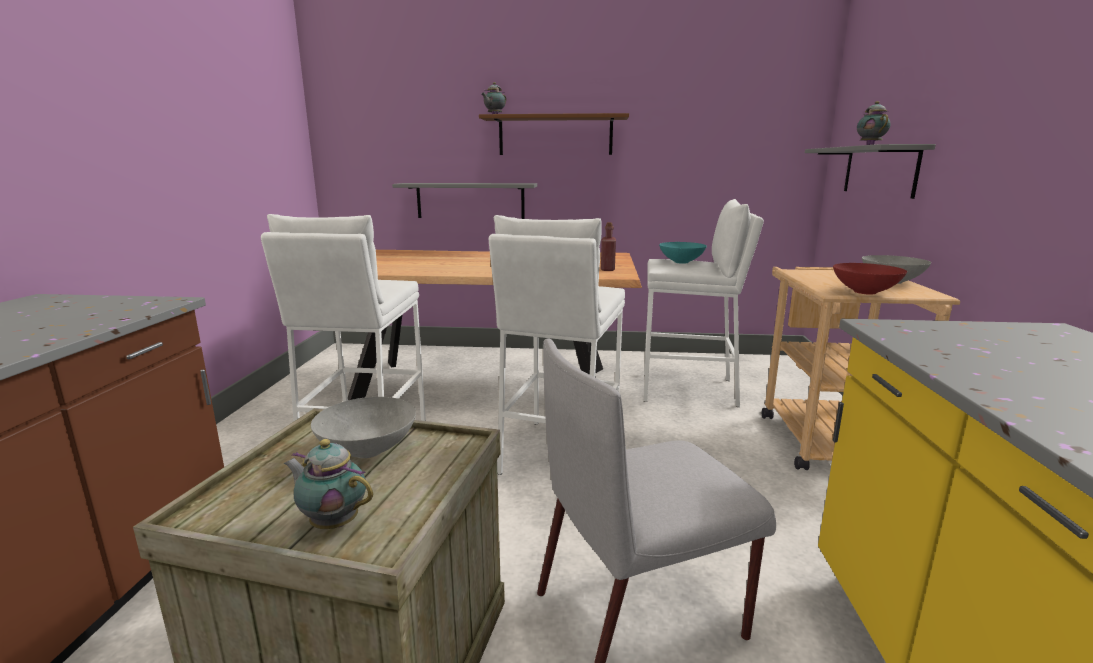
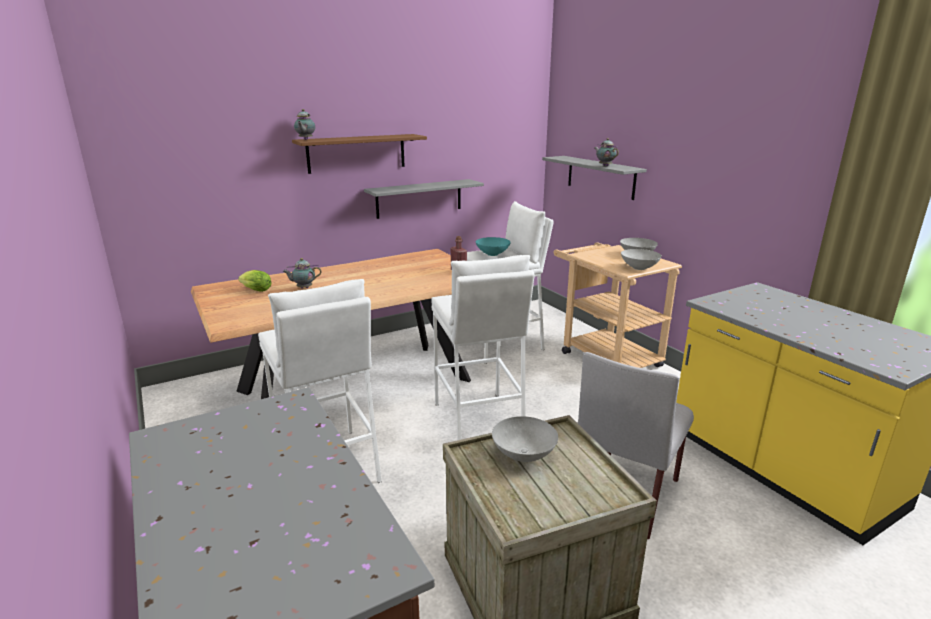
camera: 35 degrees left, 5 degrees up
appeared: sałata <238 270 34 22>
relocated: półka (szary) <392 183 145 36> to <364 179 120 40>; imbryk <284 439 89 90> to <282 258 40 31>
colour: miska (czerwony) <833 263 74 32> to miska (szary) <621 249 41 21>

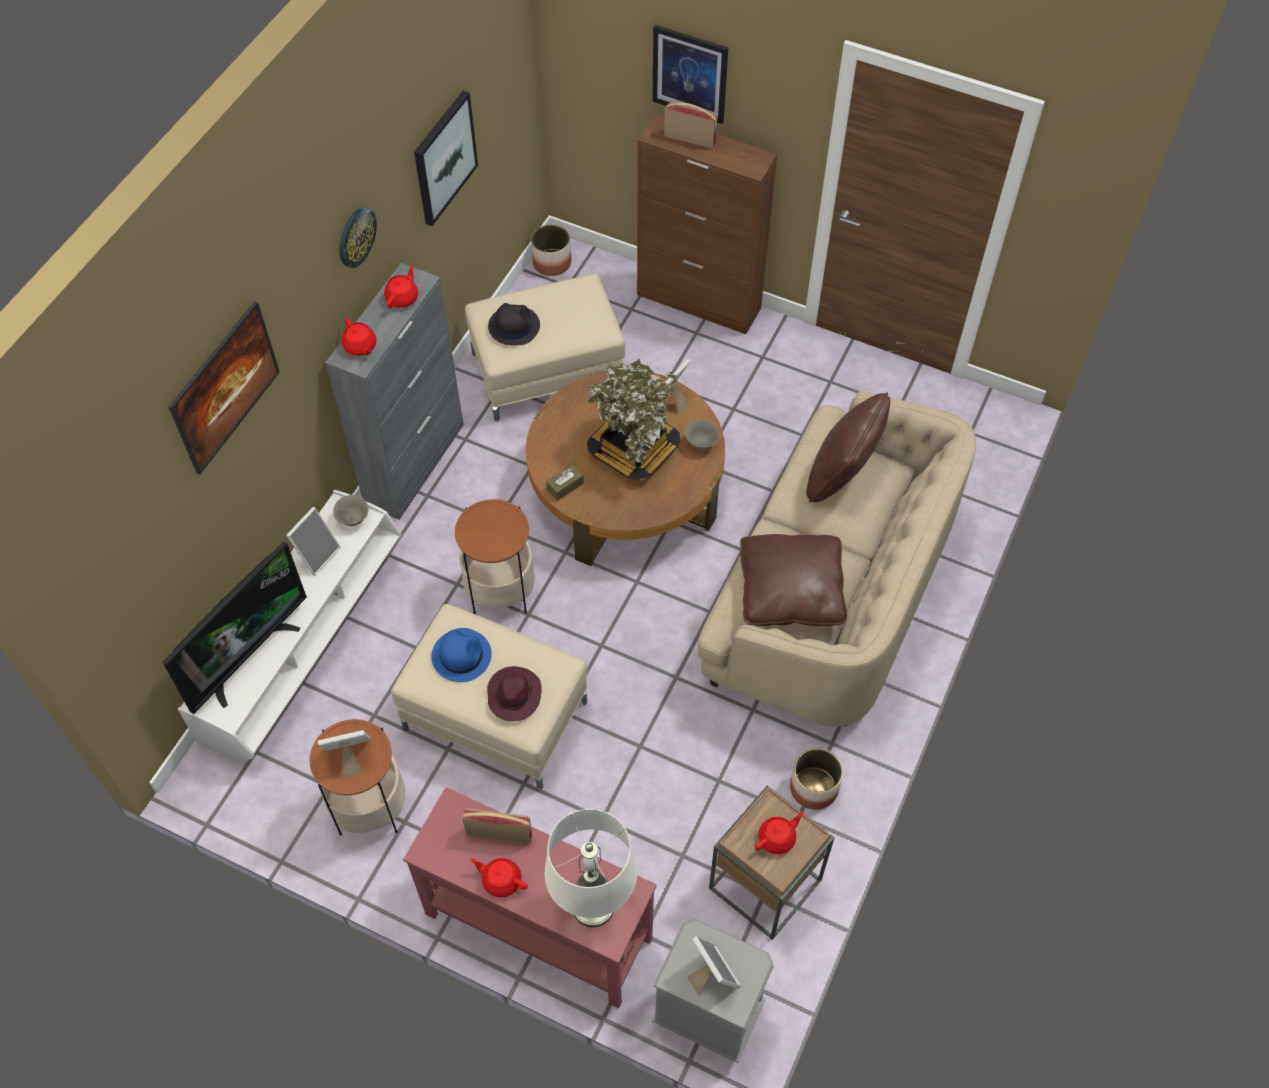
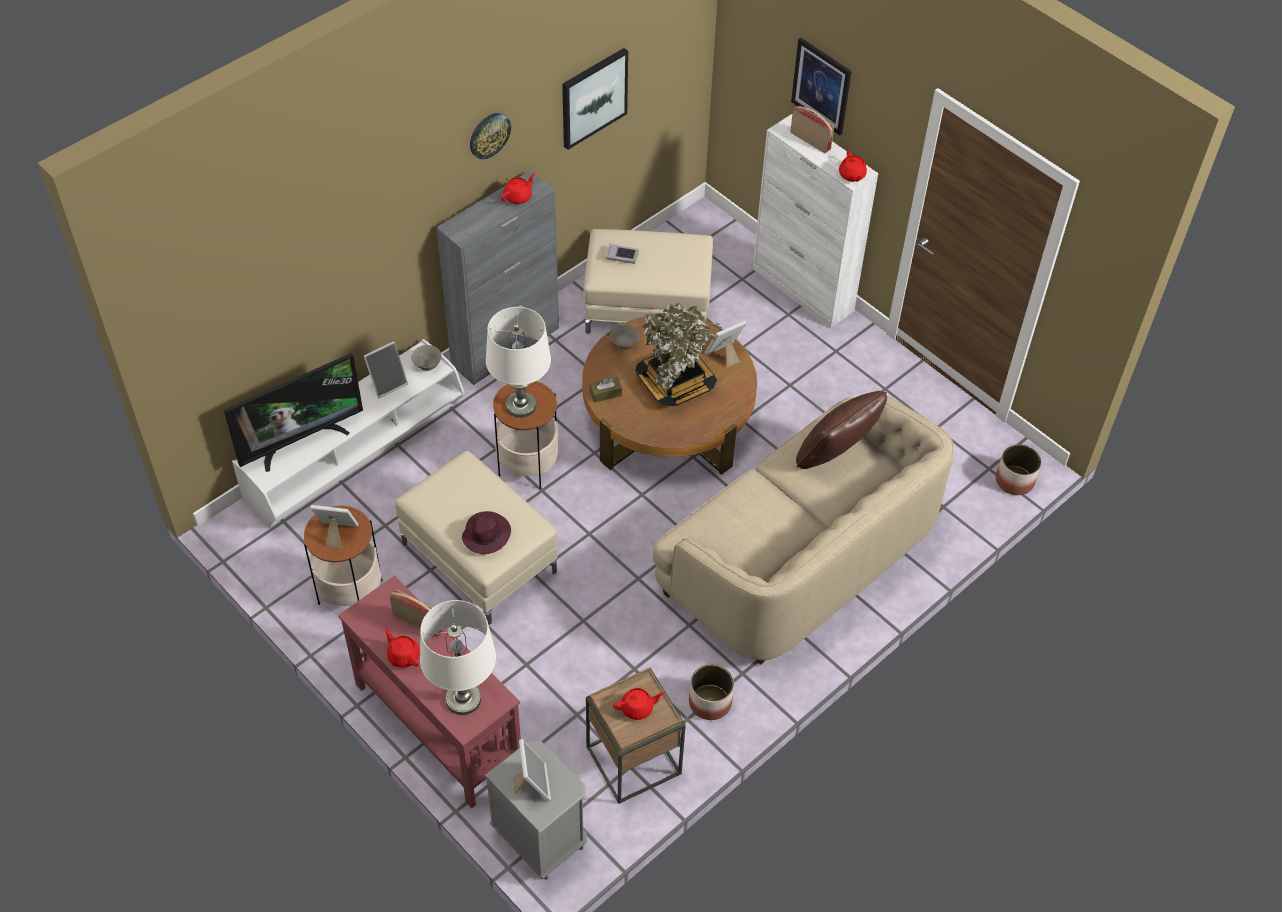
camera: 20 degrees right, 5 degrees down
missing: obraz <169 301 111 174>; poduszka (brązowy) <740 534 107 92>; kapelusz (niebieski) <431 628 61 54>
appeared: lampa stołowa (biały) <486 307 65 111>
relocated: donica <531 225 40 51> to <996 444 45 51>; imbryk (czerwony) <342 318 34 38> to <839 151 28 31>; miska (szary) <685 420 34 30> to <610 325 30 25>
exchanged: kapelusz (czarny) <488 303 52 42> to książka <606 243 33 21>
colour: szafka (brązowy) <637 114 140 220> to szafka (biały) <753 114 125 214>

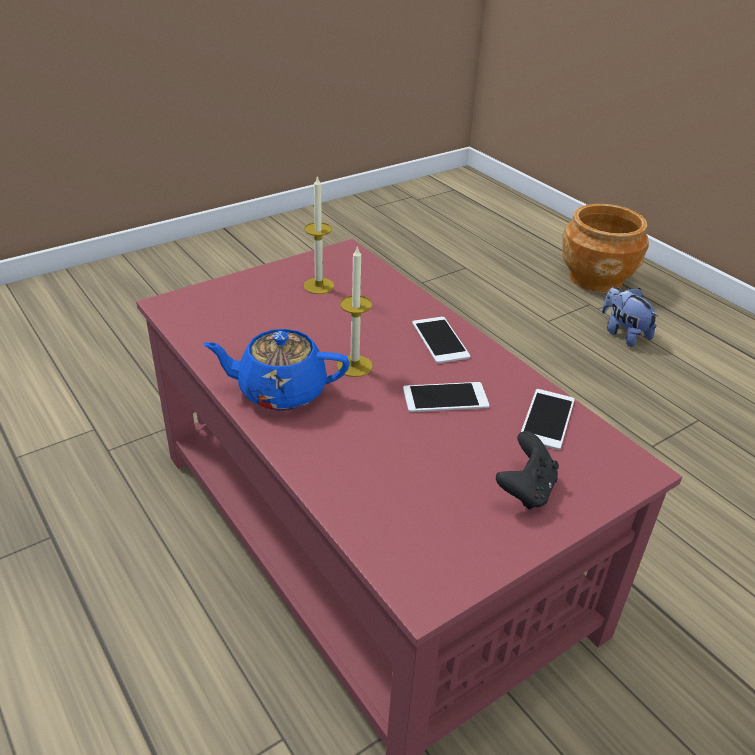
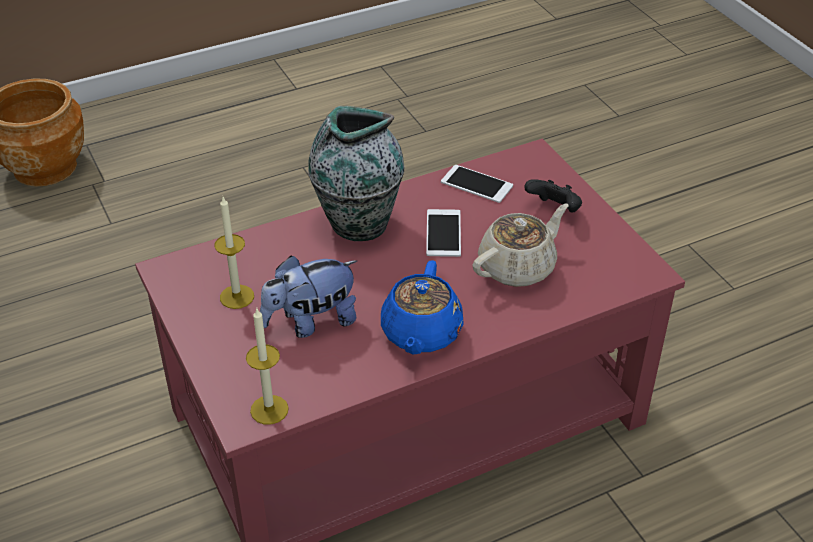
camera: 80 degrees left, 5 degrees up
appeared: imbryk (beżowy) <472 204 96 83>
relocated: świeca <337 245 36 132> to <246 309 43 116>; pluszak <602 287 57 60> to <260 255 97 83>
exchanged: telefon <412 317 58 46> to wazon <308 106 96 135>

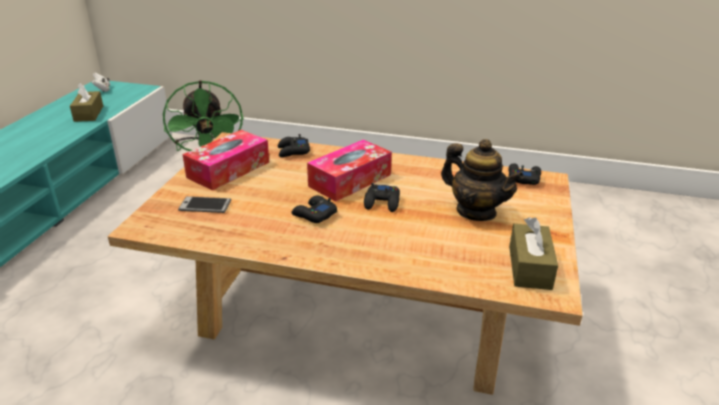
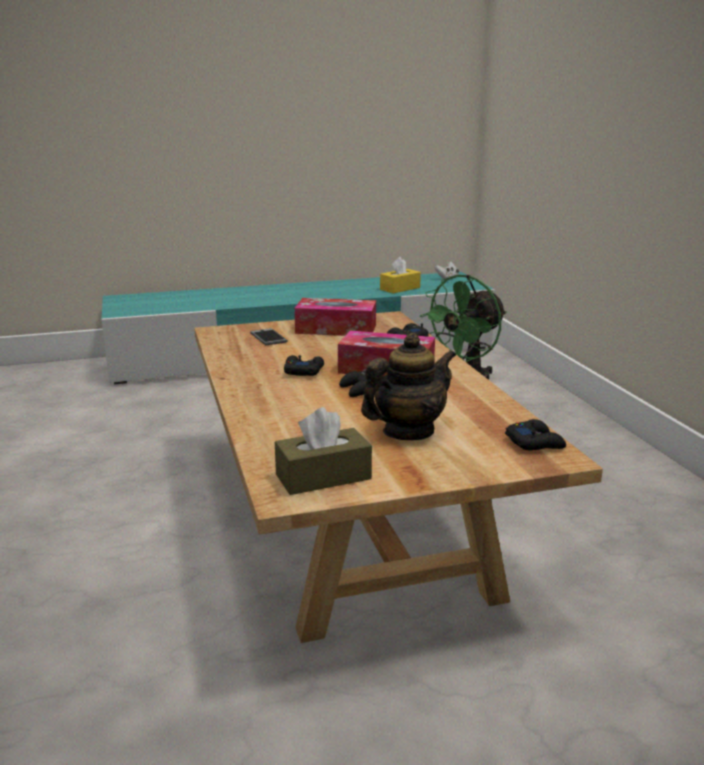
camera: 60 degrees right, 10 degrees down
colour: pudełko chusteczek (brązowy) <70 83 33 39> to pudełko chusteczek (żółty) <380 257 41 36>
spun: imbryk <441 139 83 82> = <361 333 95 107> 135 degrees counterclockwise

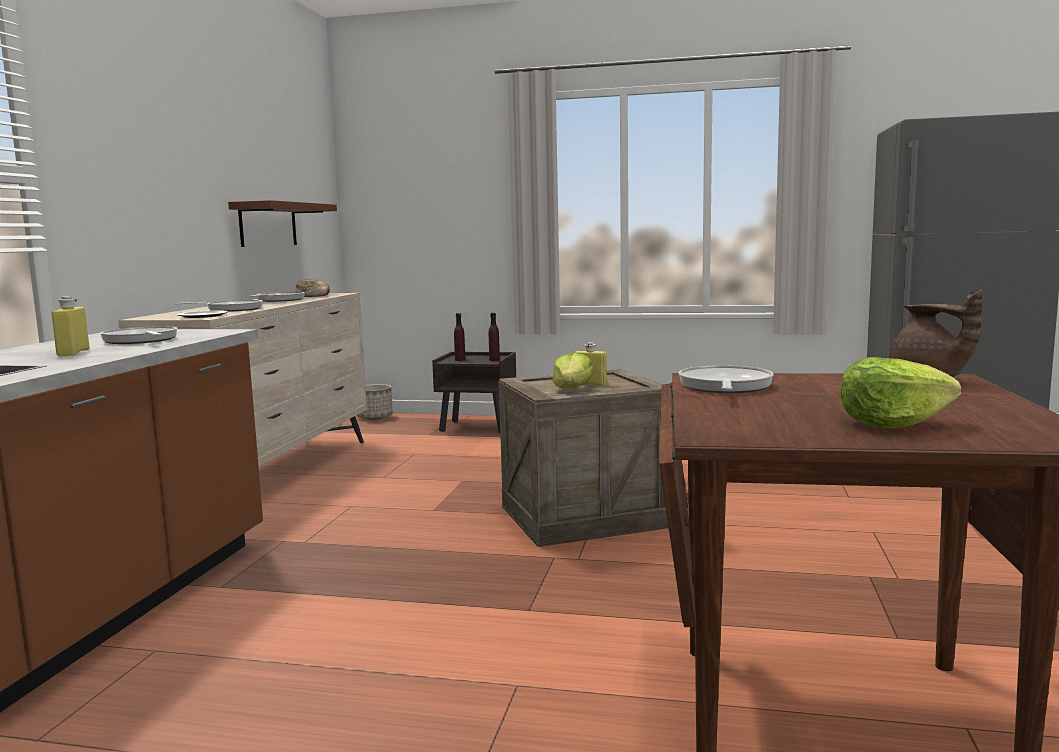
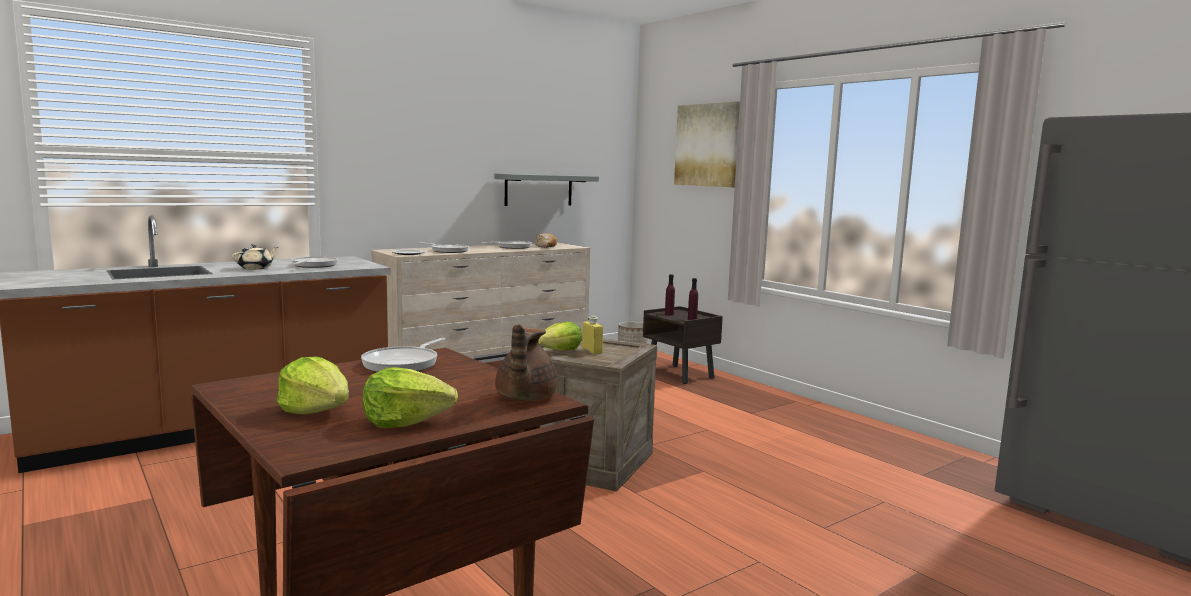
camera: 40 degrees right, 0 degrees up
appeared: obraz <674 101 66 86>; sałata <363 367 95 61>
exchanged: butelka (żółty) <51 296 39 60> to imbryk (beżowy) <232 244 46 25>
colour: półka (brązowy) <228 200 109 47> to półka (szary) <494 174 105 32>
spun: patelnia <678 365 96 28> = <361 338 85 34> 150 degrees clockwise

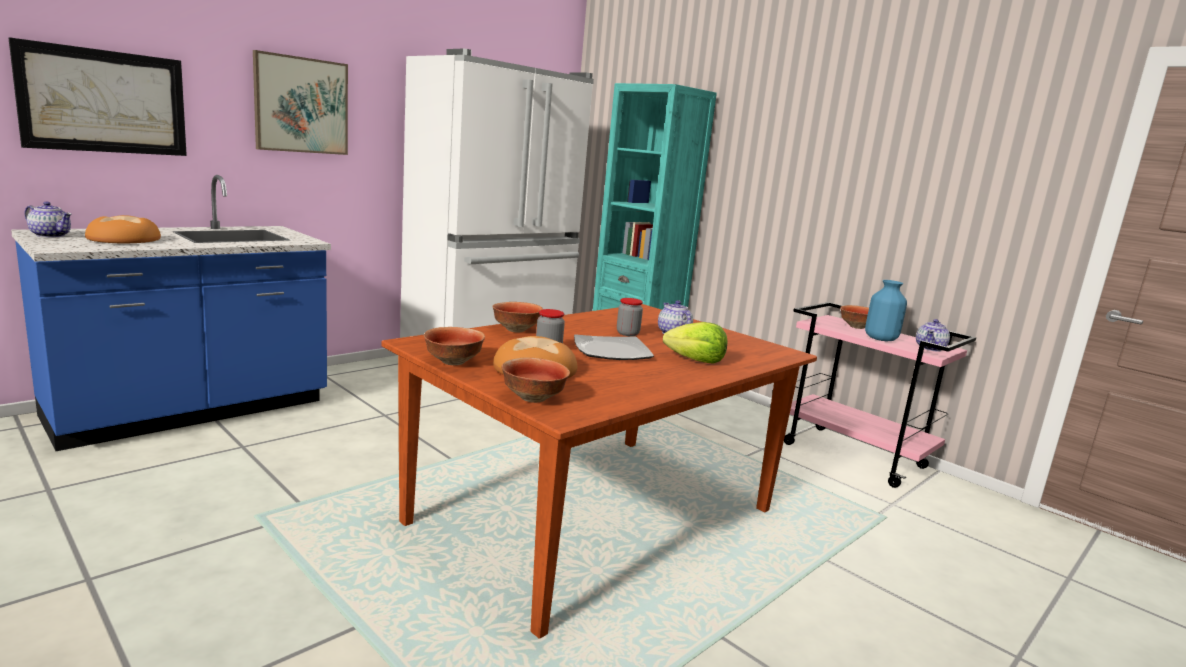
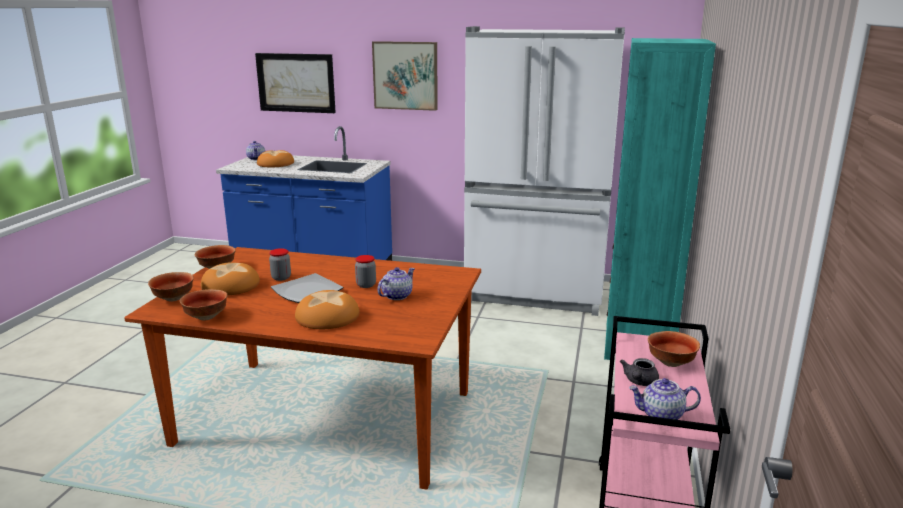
camera: 60 degrees right, 5 degrees up
relocated: miska <492 302 51 30> to <180 289 48 31>
exchanged: wazon (niebieski) <865 280 42 61> to imbryk (szary) <620 358 39 28>; sałata <663 322 64 42> to chleb <295 290 65 39>

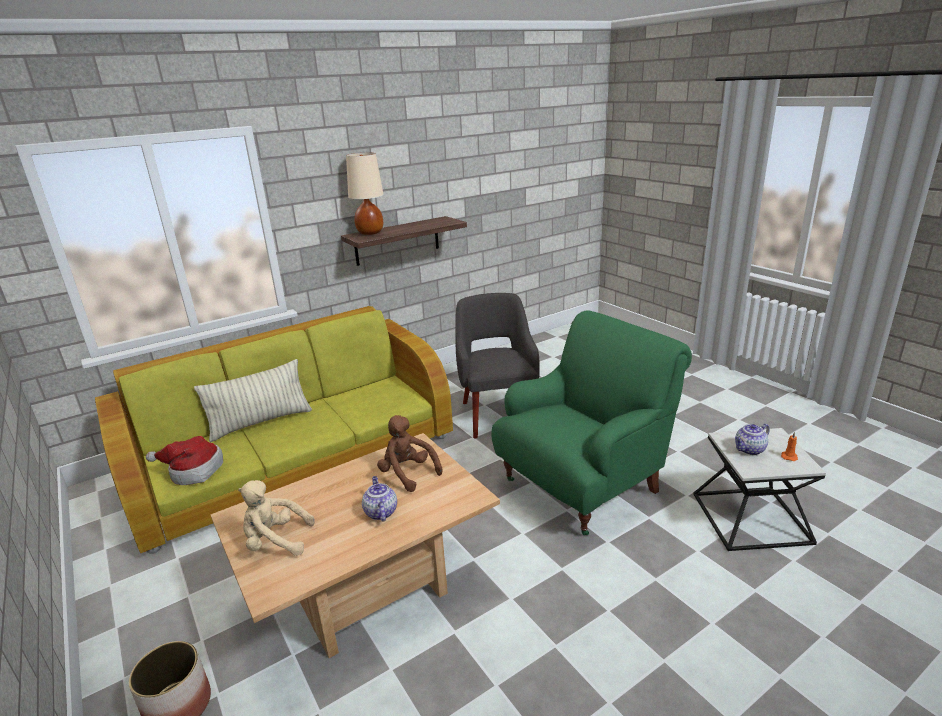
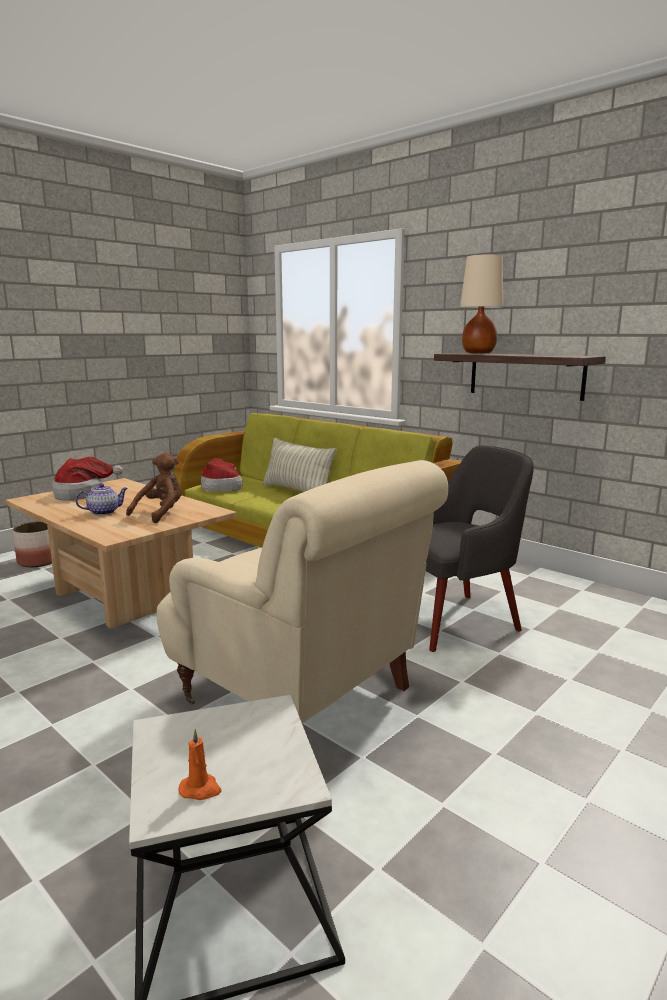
camera: 75 degrees right, 10 degrees down
missing: imbryk <735 424 35 31>
exchanged: pluszak (beżowy) <238 480 77 76> to kapelusz <52 457 71 43>
colour: fotel (zielony) <492 311 200 224> to fotel (beżowy) <157 460 291 265>

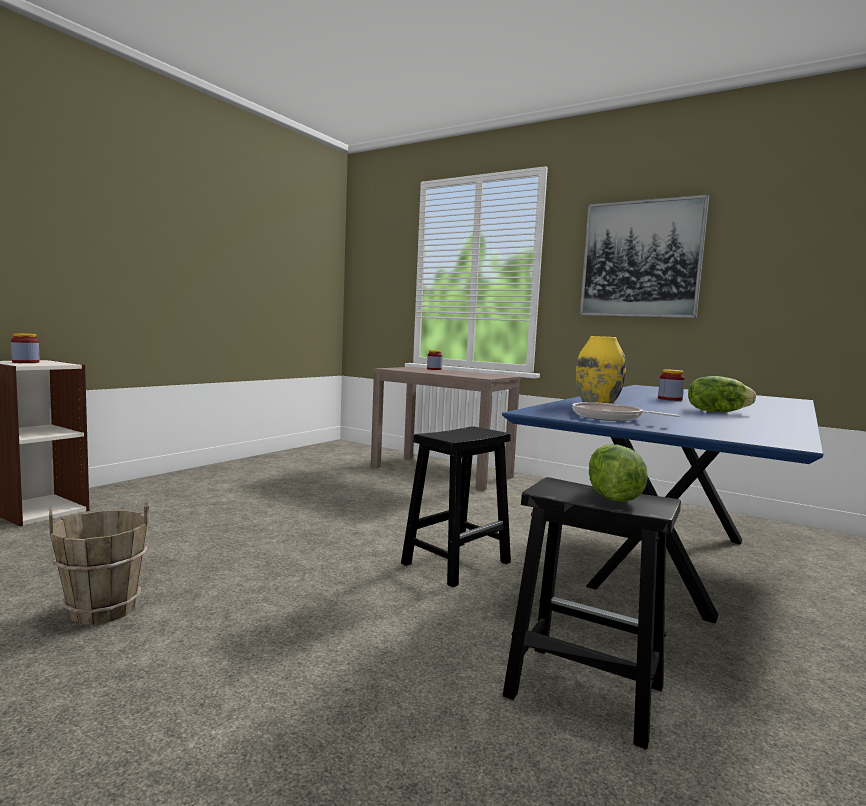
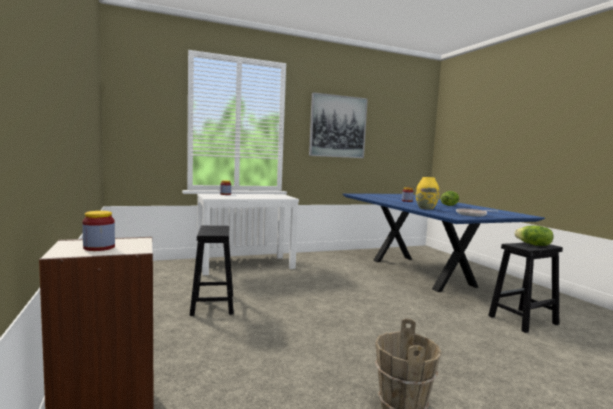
camera: 55 degrees left, 0 degrees up
relocated: stołek (czarny) <401 426 110 161> to <190 226 44 90>
colour: stolik konsolowy (brązowy) <371 367 150 124> to stolik konsolowy (biały) <197 194 102 81>

